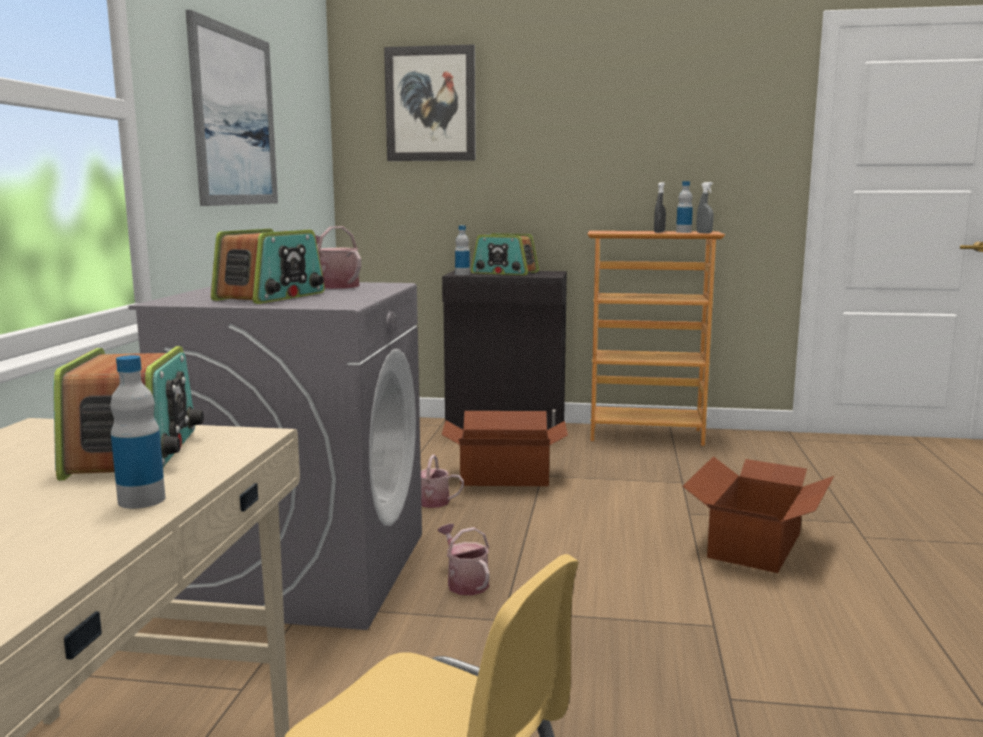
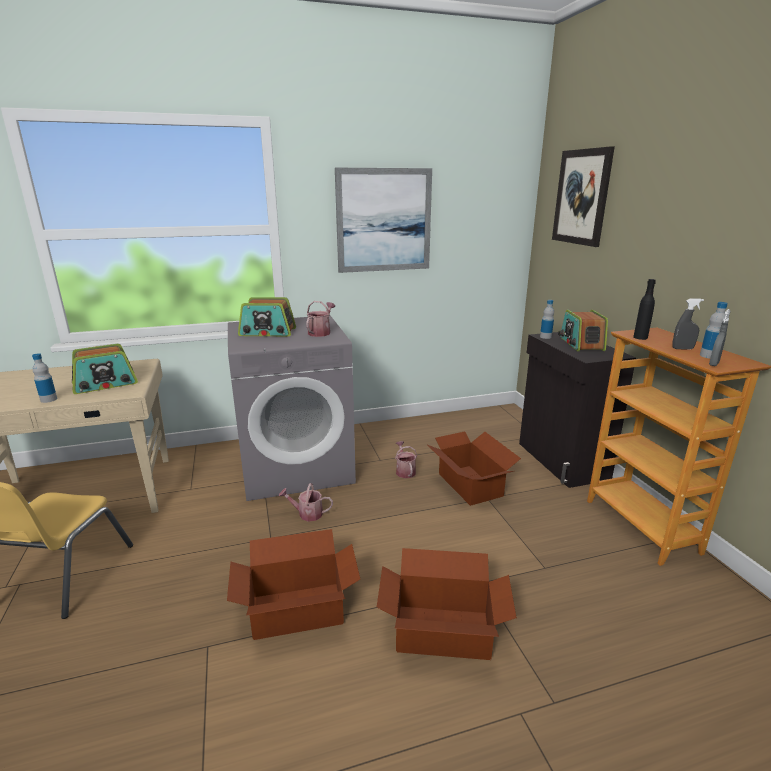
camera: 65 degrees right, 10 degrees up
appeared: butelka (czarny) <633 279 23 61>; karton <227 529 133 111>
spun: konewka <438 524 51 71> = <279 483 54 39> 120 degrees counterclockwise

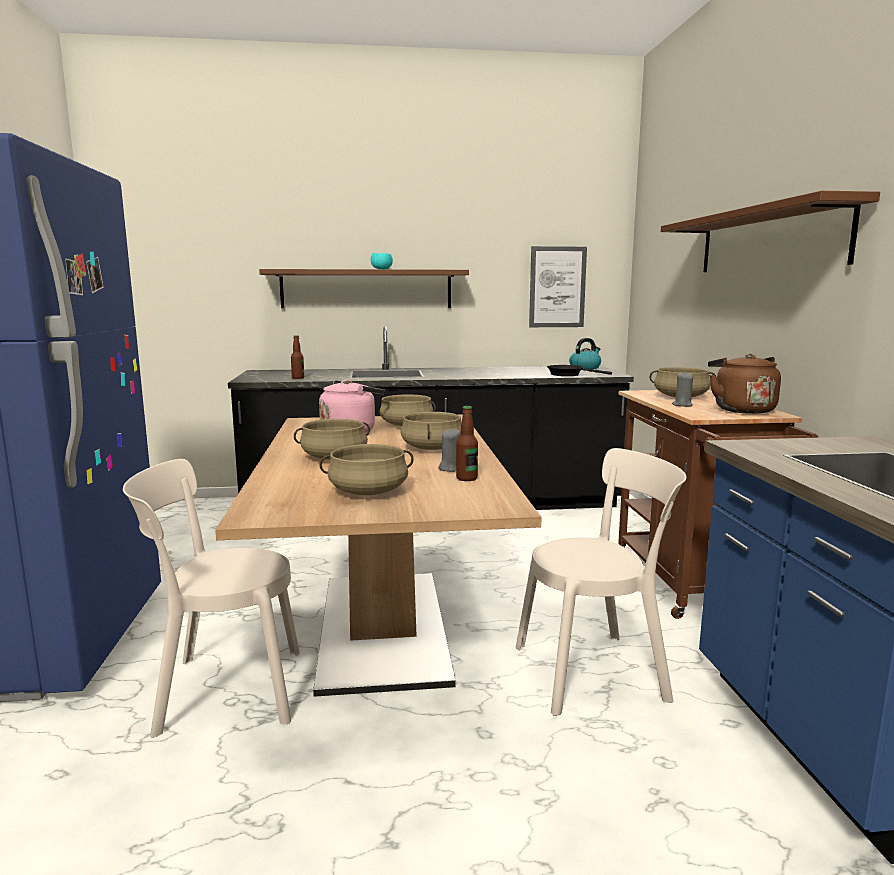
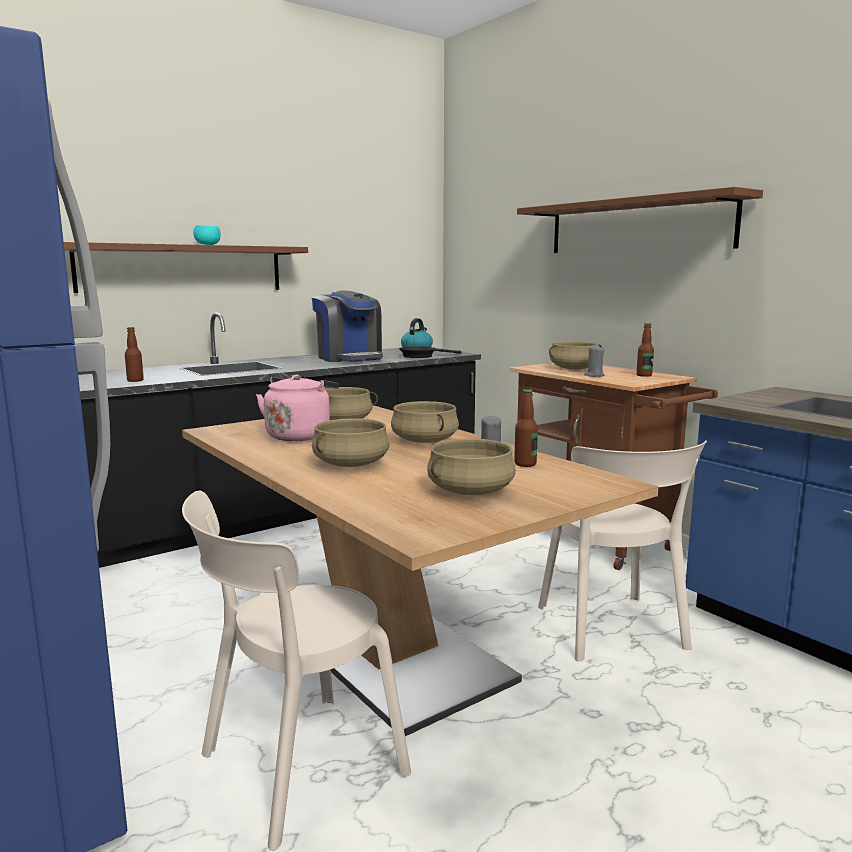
camera: 30 degrees left, 0 degrees up
missing: obraz <529 246 58 81>
appeared: ekspres do kawy <312 291 71 71>
exchanged: czajnik (brązowy) <708 354 73 60> to butelka <636 323 18 54>
spun: krzesło (beżowy) <516 448 171 268> = <538 440 169 222> 120 degrees clockwise

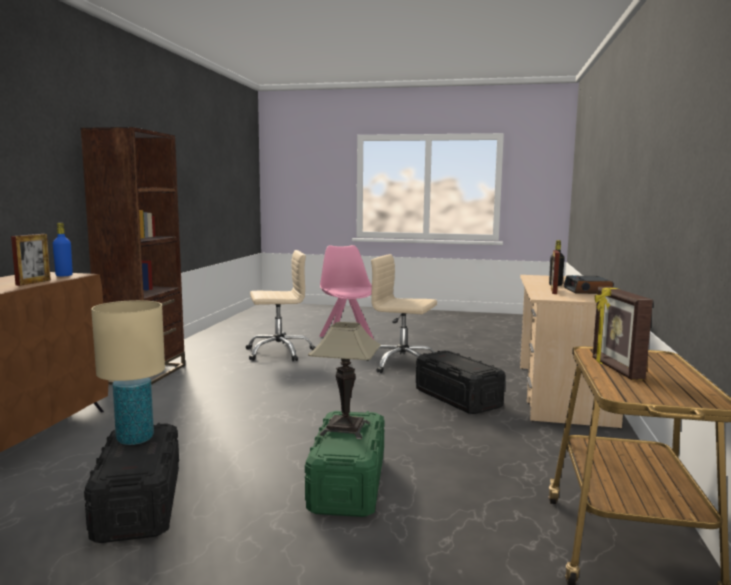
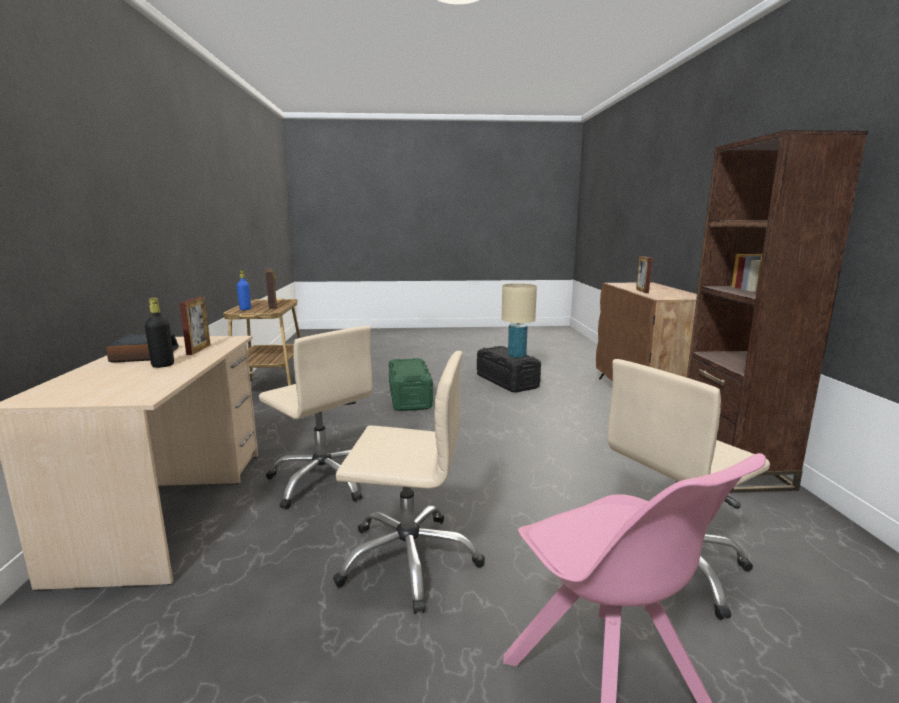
camera: 165 degrees right, 5 degrees up
missing: lampa stołowa <308 322 73 117>
relocated: butelka (niebieski) <53 223 20 53> to <237 270 14 40>
exchanged: pojemnik do przechowywania (czarny) <416 351 89 63> to krzesło biurowe (beżowy) <259 326 114 183>

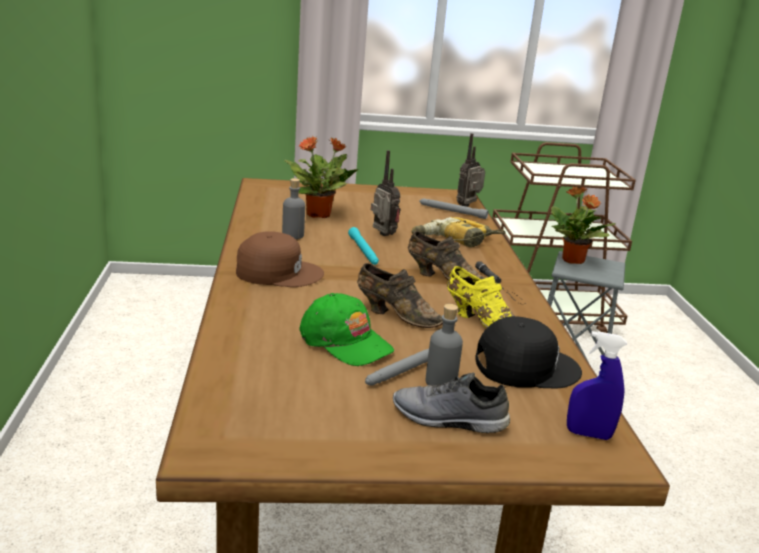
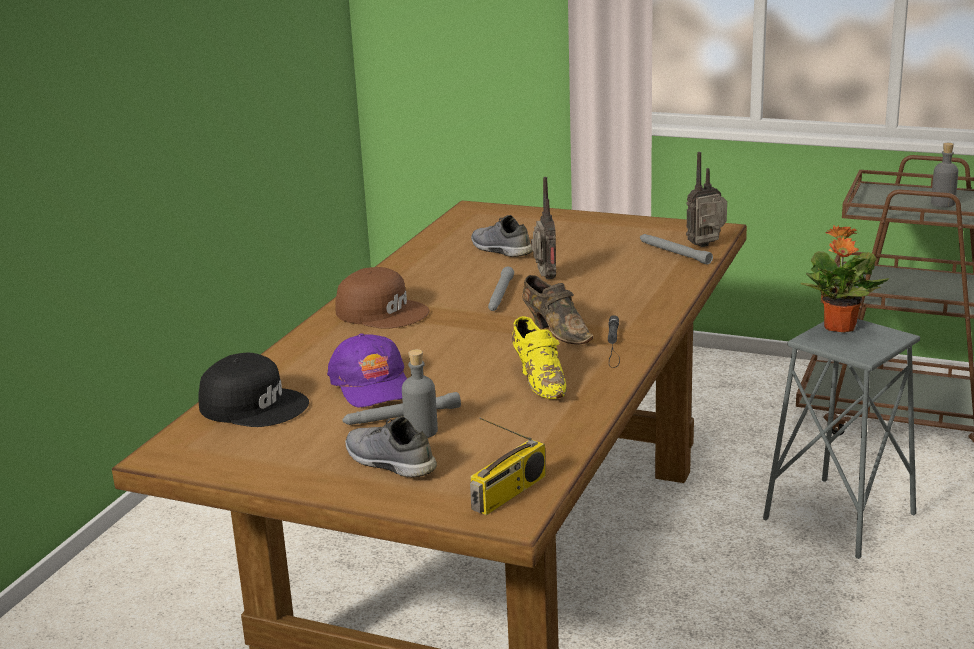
camera: 30 degrees right, 0 degrees up
missing: wiertarka <412 217 94 30>; but (brązowy) <357 263 86 65>
relocated: butelka (szary) <282 178 23 61> to <931 143 27 64>; czapka z daszkiem (czarny) <475 316 107 73> to <198 353 111 74>
exchanged: roślina doniczkowa <284 136 75 82> to but (szary) <471 215 62 42>; spryskiwacz (niebieski) <567 331 60 109> to radio <470 417 76 98>
colour: latarka (turkusowy) <348 227 31 38> to latarka (szary) <488 267 26 44>; czapka z daszkiem (zielony) <299 293 95 73> to czapka z daszkiem (fioletowy) <327 333 80 75>

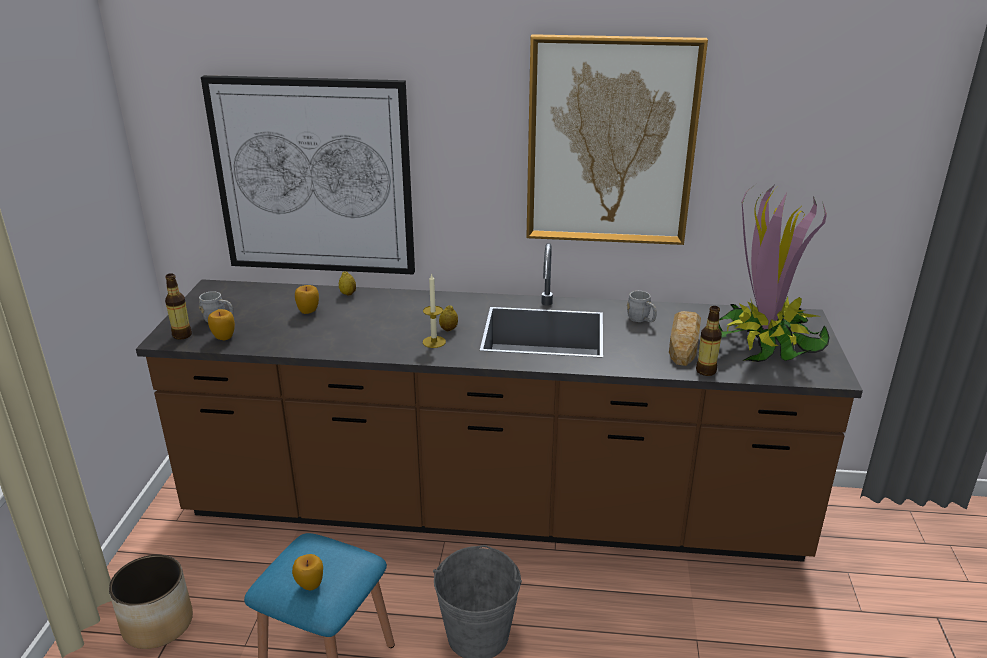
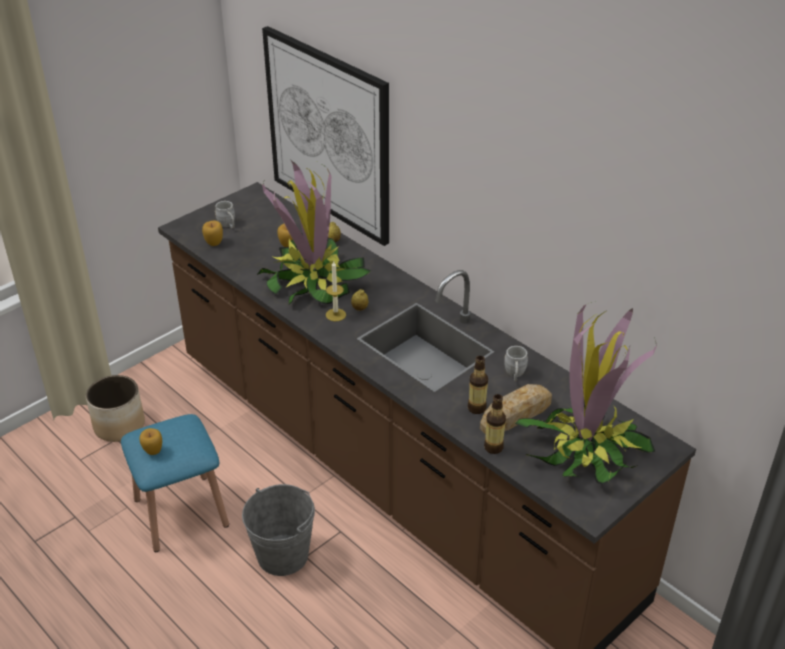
camera: 40 degrees right, 10 degrees up
missing: obraz <526 34 182 211>
appeared: roślina doniczkowa <257 160 114 145>
relocated: butelka <165 273 27 67> to <468 356 20 58>

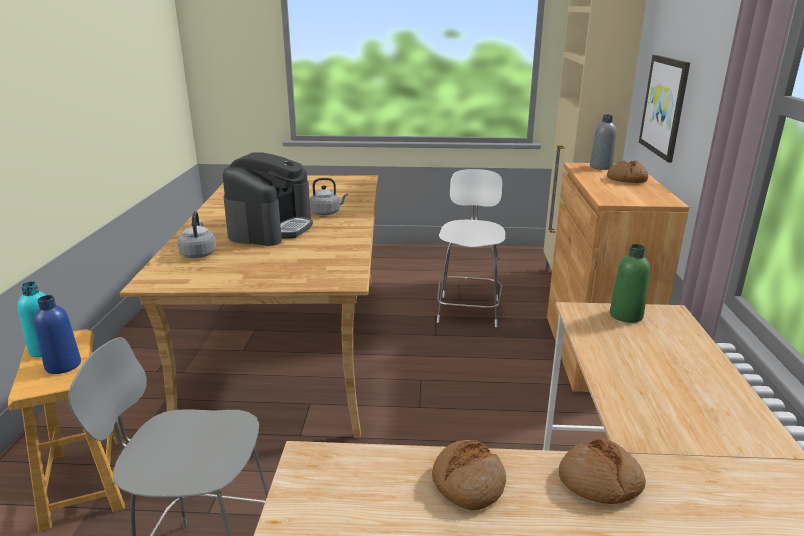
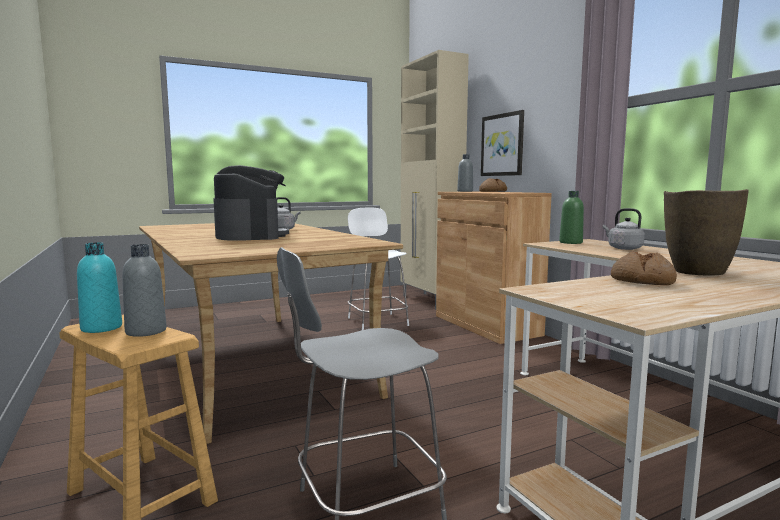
camera: 30 degrees left, 15 degrees down
relocated: czajnik (szary) <178 211 38 47> to <603 208 42 42>
exchanged: chleb <559 439 87 65> to wazon (brązowy) <664 189 85 87>
colour: butelka (niebieski) <34 295 47 79> to butelka (szary) <122 244 45 93>

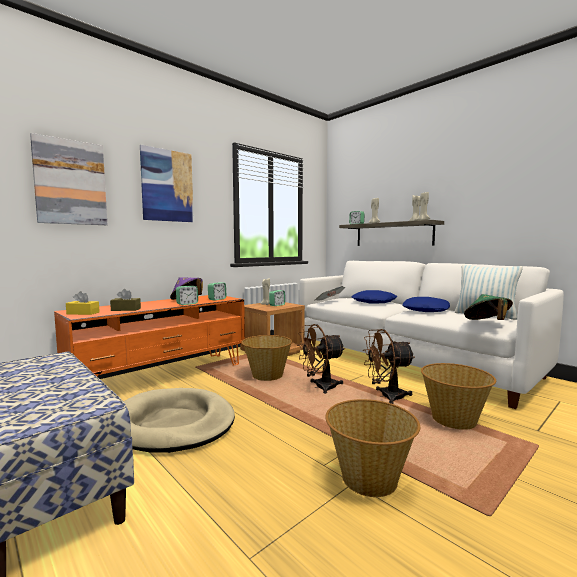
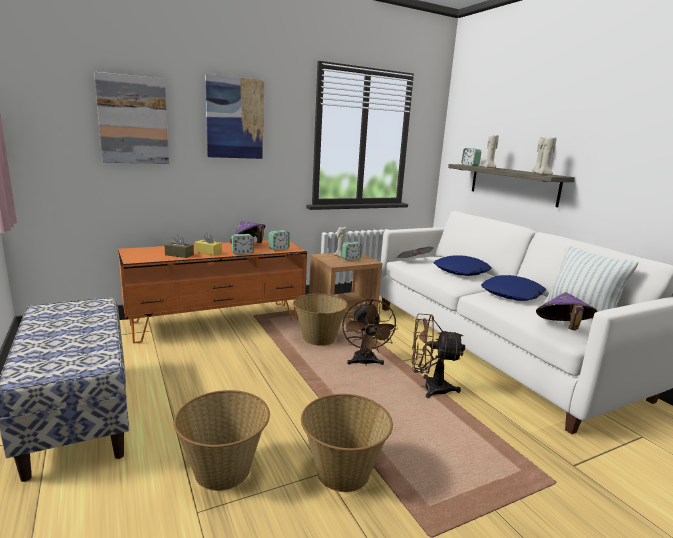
camera: 15 degrees right, 10 degrees up
missing: legowisko (beżowy) <124 388 111 65>
relocated: pudełko chusteczek (żółty) <66 291 34 24> to <195 233 27 22>; koszyk <421 363 75 67> to <174 390 96 101>
colour: kapelusz (zielony) <464 294 49 26> to kapelusz (fioletowy) <536 292 61 39>
spun: wentylator (brązowy) <297 324 48 70> = <342 299 56 67> 90 degrees counterclockwise

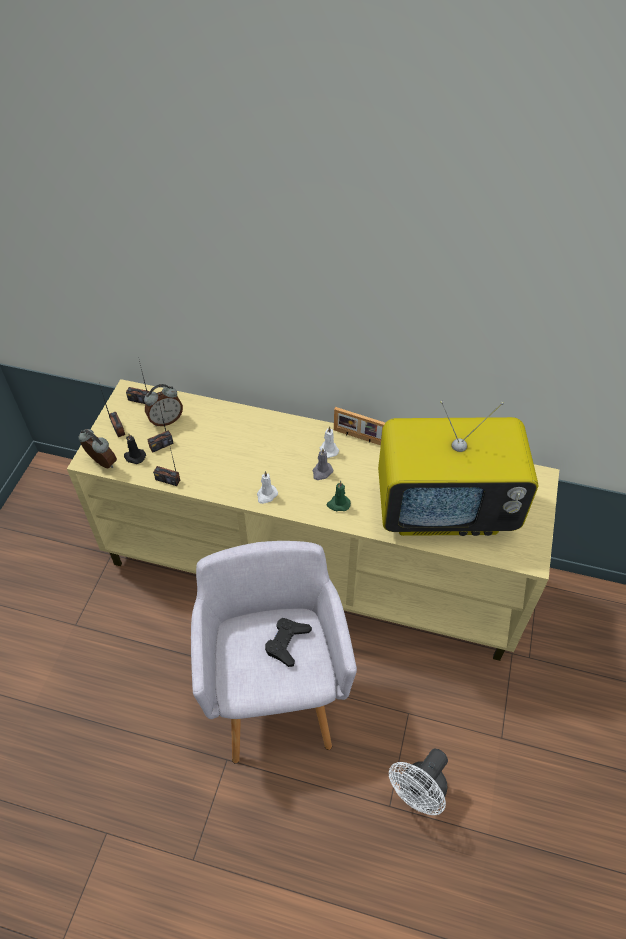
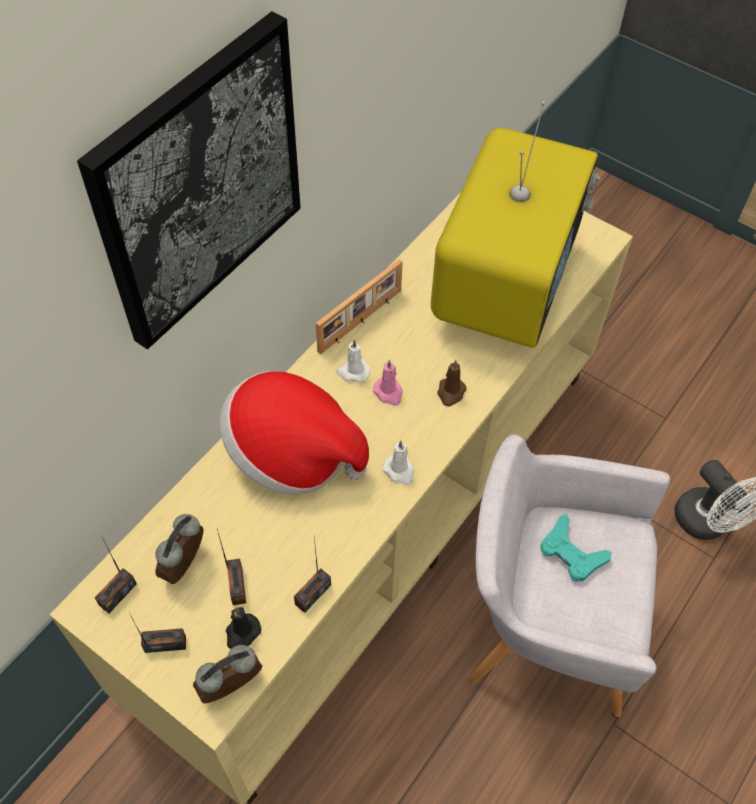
camera: 70 degrees left, 5 degrees up
appeared: obraz <77 11 224 339>; kapelusz <220 371 149 123>
colour: świeca (szary) <312 448 21 32> to świeca (różowy) <373 360 30 46>; świeca (zielony) <327 481 24 30> to świeca (brązowy) <437 360 30 46>; pad do gier (czarny) <265 618 47 49> to pad do gier (turkusowy) <540 514 72 68>
spun: budzik <144 384 39 42> = <155 514 48 70> 150 degrees counterclockwise

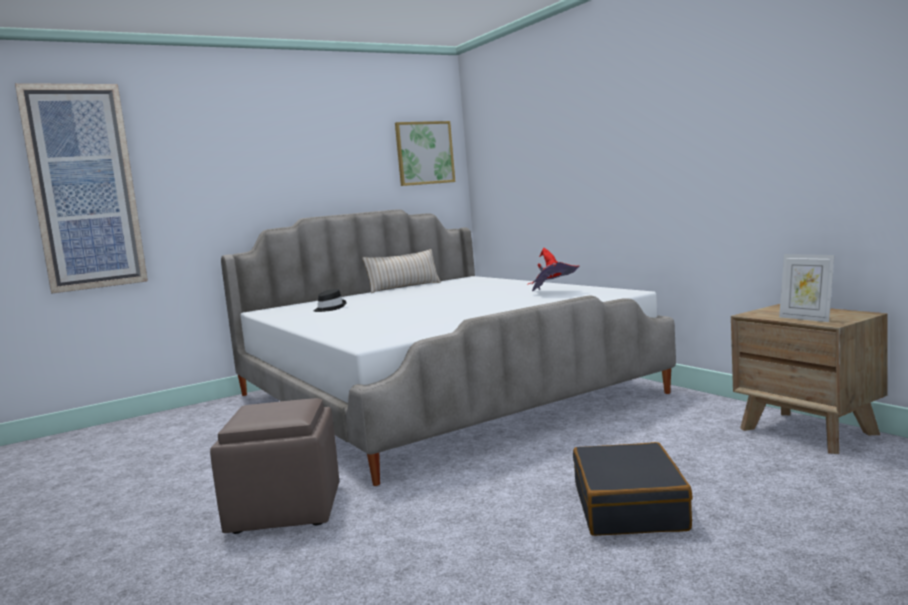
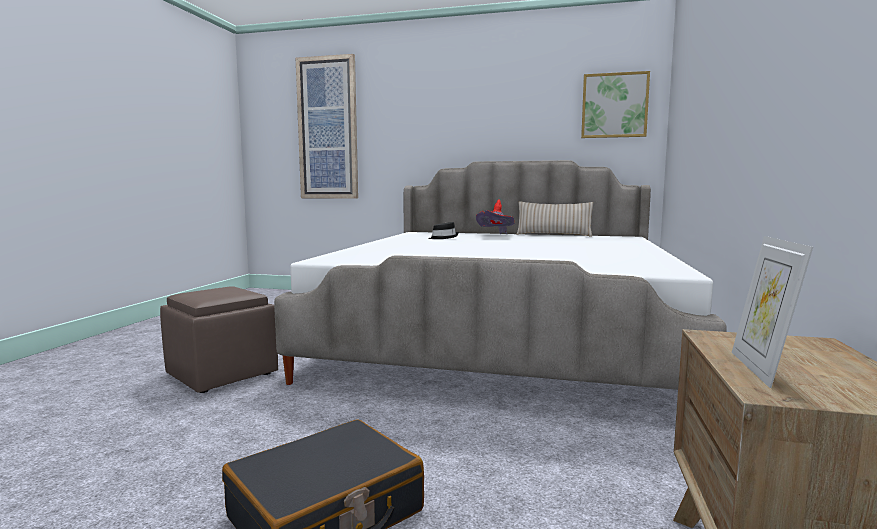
camera: 45 degrees right, 0 degrees up
relocated: kapelusz (czerwony) <527 248 52 43> to <476 199 39 35>

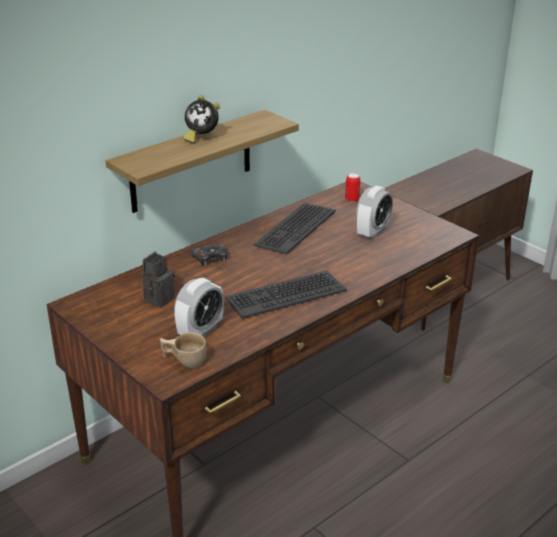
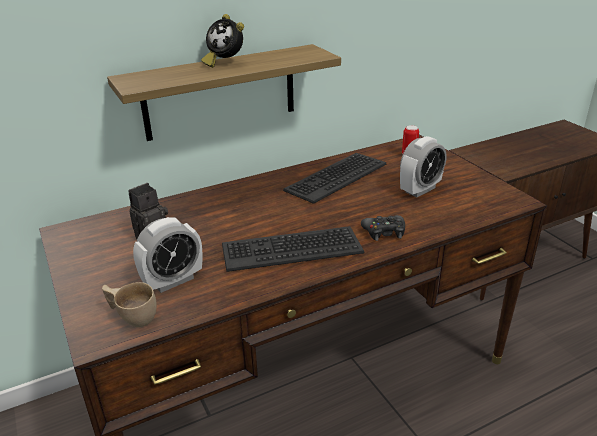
camera: 15 degrees right, 0 degrees up
relocated: pad do gier (czarny) <191 243 36 23> to <361 215 44 26>

